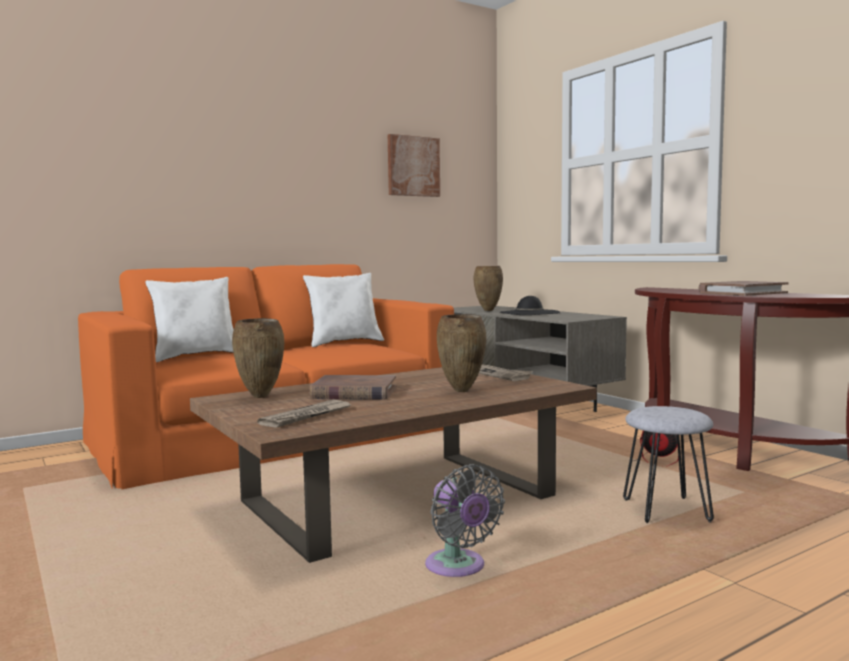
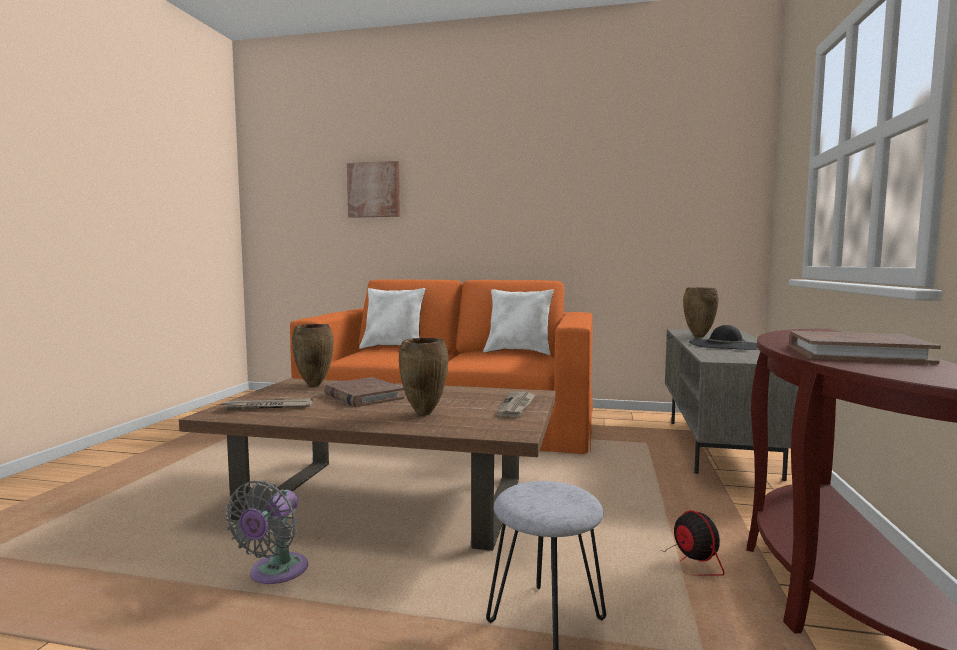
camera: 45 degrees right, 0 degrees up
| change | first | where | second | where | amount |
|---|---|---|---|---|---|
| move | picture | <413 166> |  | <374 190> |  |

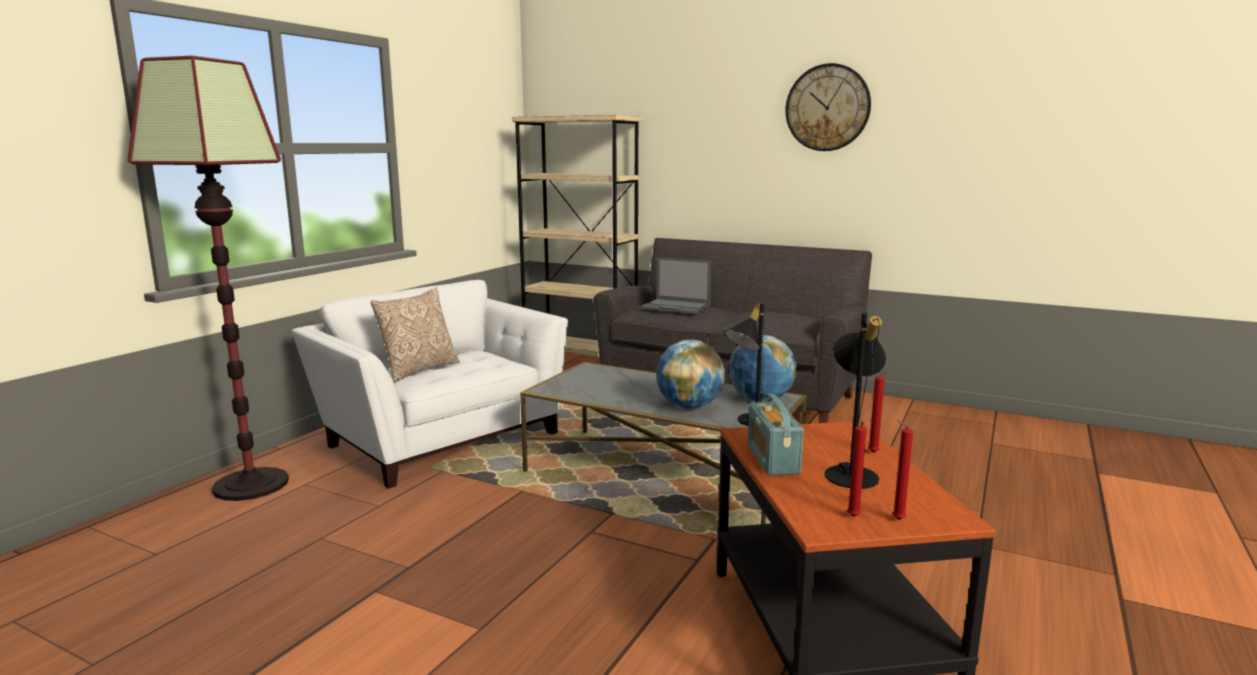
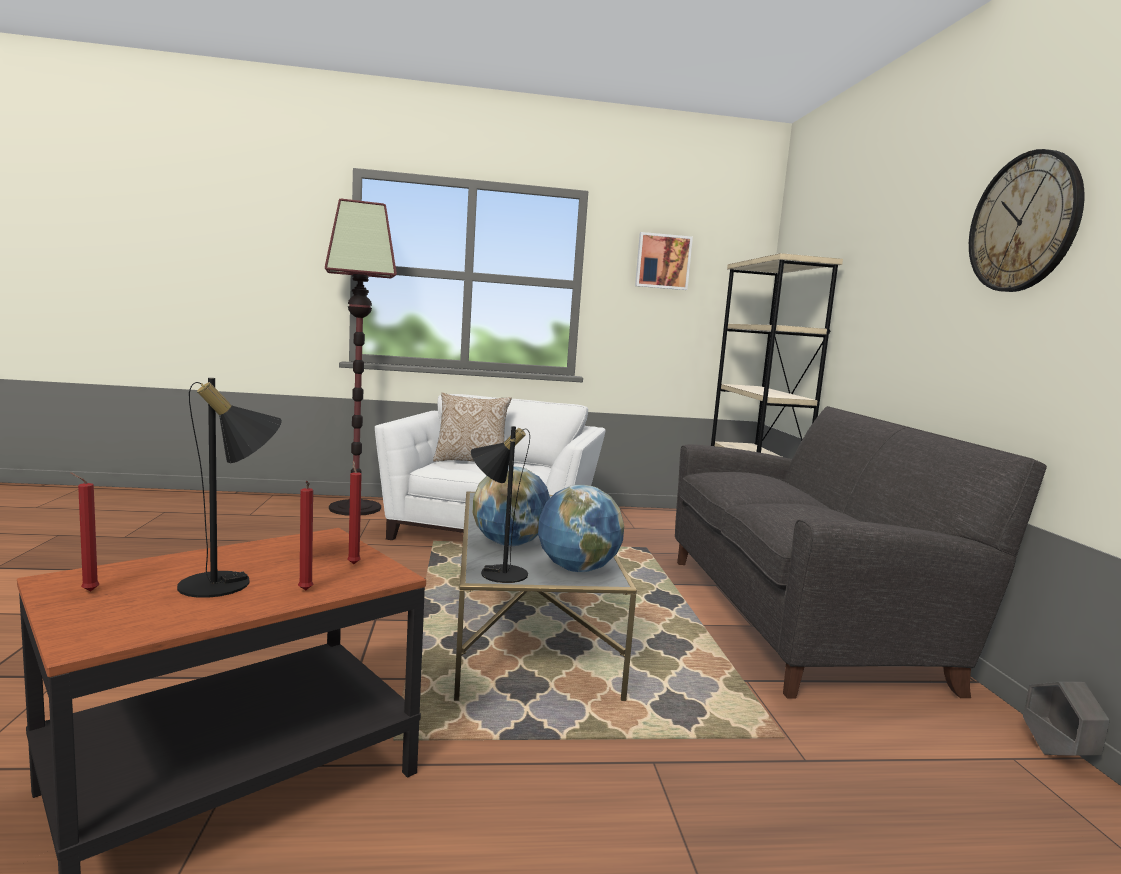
camera: 55 degrees right, 5 degrees down
| change | first | where | second | where | amount |
|---|---|---|---|---|---|
| delete | laptop | <676 306> |  |  |  |
| delete | radio | <772 459> |  |  |  |
| move | candle (red) | <896 519> |  | <353 563> |  |
| insert |  |  | picture | <662 261> |  |
| insert |  |  | planter (grey) | <1056 754> |  |

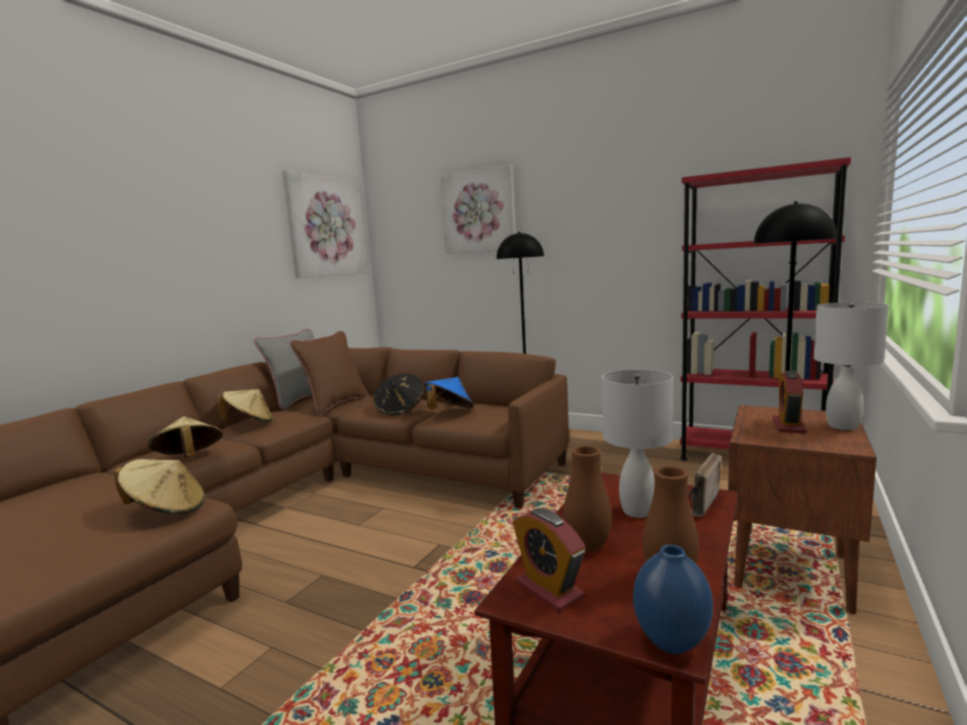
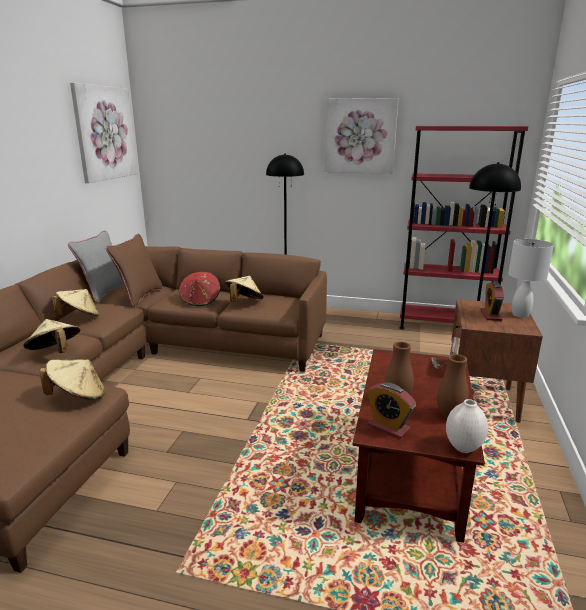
camera: 15 degrees left, 10 degrees up
| change | first | where | second | where | amount |
|---|---|---|---|---|---|
| recolor | hat (black) | <400 409> | hat (red) | <200 300> |  |
| recolor | hat (blue) | <449 412> | hat (beige) | <244 302> |  |
| move | picture | <479 211> |  | <360 136> |  |
| delete | table lamp (white) | <637 511> |  |  |  |
| recolor | vase (blue) | <670 642> | vase (white) | <462 447> |  |

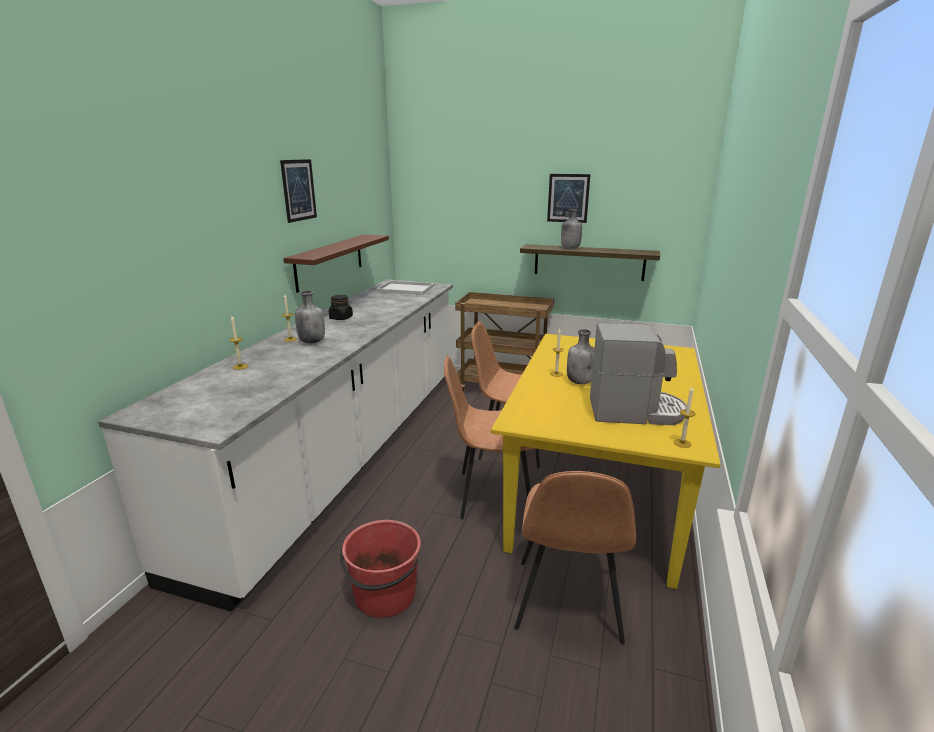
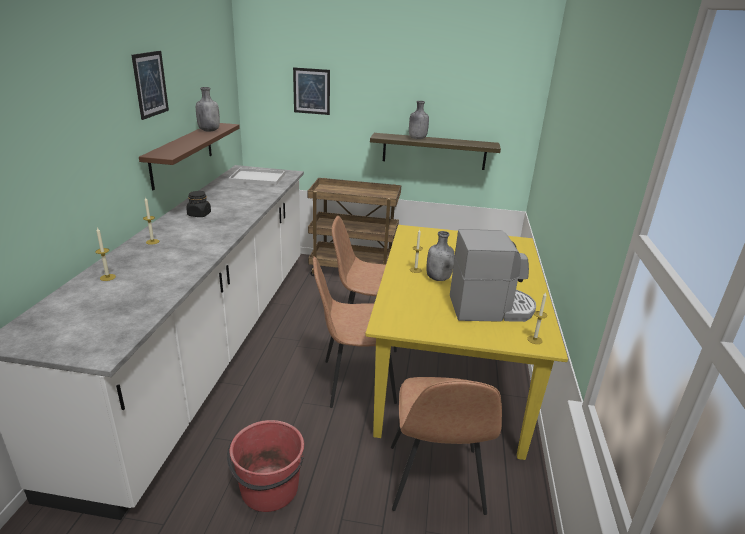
camera: 10 degrees left, 5 degrees up
| change | first | where | second | where | amount |
|---|---|---|---|---|---|
| move | bottle (grey) | <312 341> |  | <209 130> |  |
| move | picture | <568 198> |  | <311 91> |  |

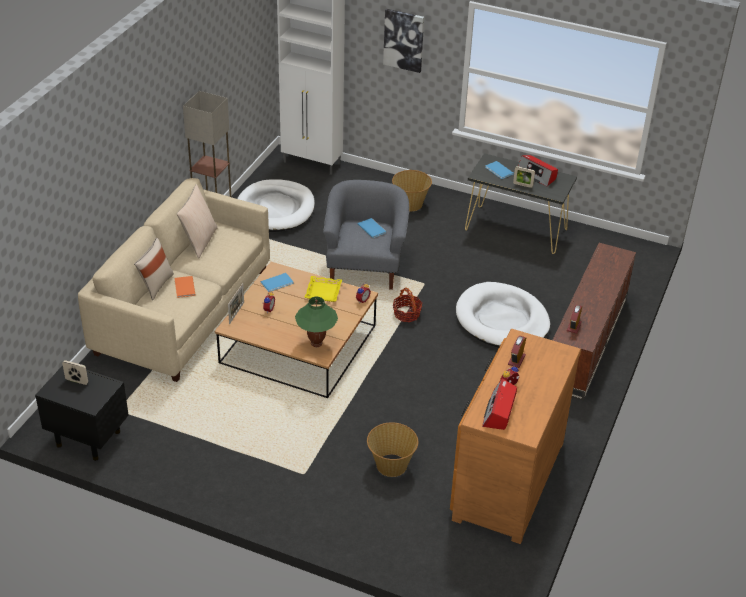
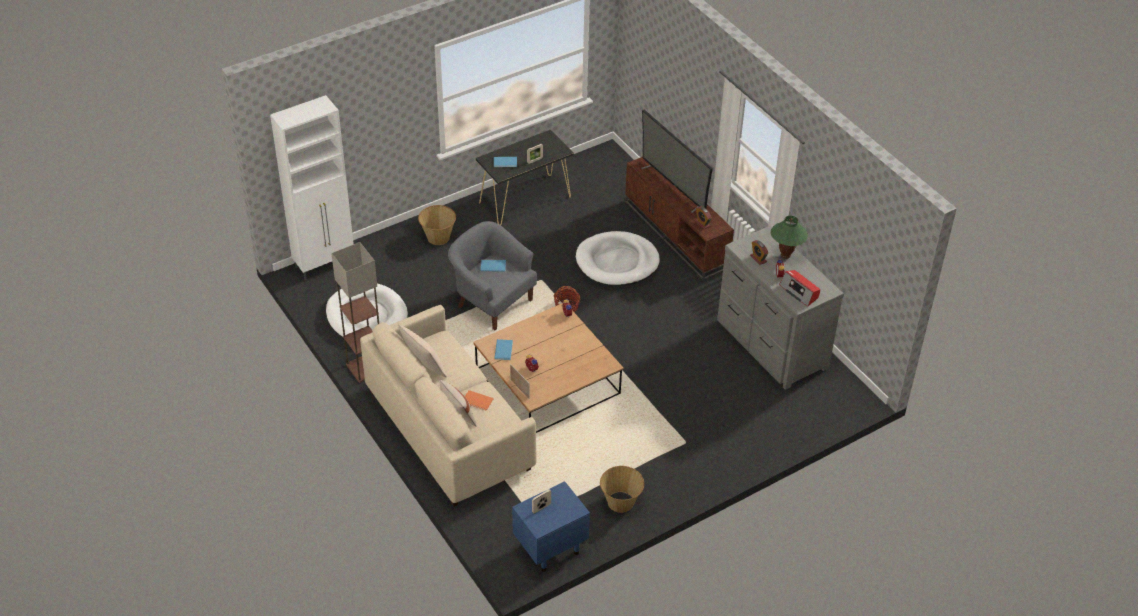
camera: 55 degrees left, 5 degrees up
| change | first | where | second | where | amount |
|---|---|---|---|---|---|
| recolor | nightstand (black) | <87 438> | nightstand (blue) | <550 549> |  |
| move | table lamp (green) | <316 343> |  | <785 255> |  |
| delete | tray (yellow) | <323 292> |  |  |  |
| move | basket | <391 465> |  | <620 502> |  |
| delete | picture | <404 40> |  |  |  |
| recolor | dresser (brown) | <506 480> | dresser (grey) | <770 345> |  |
| delete | radio | <537 175> |  |  |  |
| insert |  |  | television | <673 186> |  |

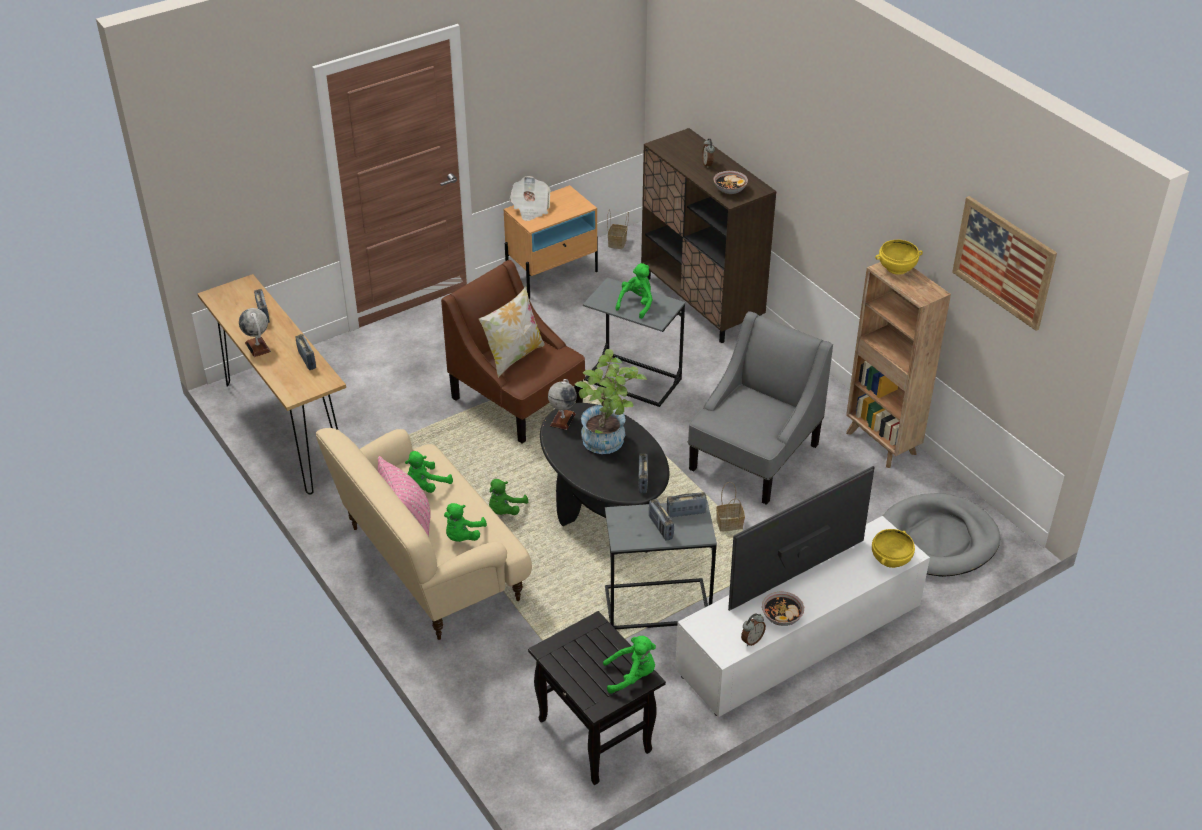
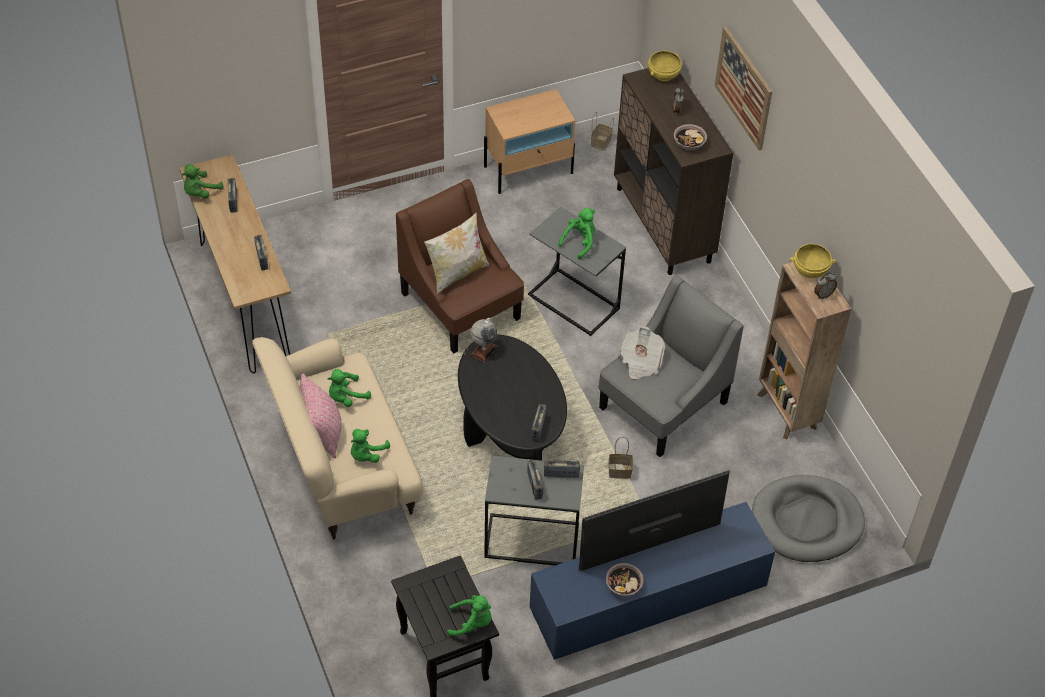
camera: 10 degrees right, 10 degrees up
| change | first | where | second | where | amount |
|---|---|---|---|---|---|
| delete | globe | <258 347> |  |  |  |
| move | plush toy (green) | <505 510> |  | <200 192> |  |
| move | newspaper | <530 209> |  | <641 361> |  |
| delete | potted plant | <608 443> |  |  |  |
| recolor | tv stand (white) | <799 641> | tv stand (blue) | <647 600> |  |
| move | alarm clock | <751 640> |  | <823 294> |  |
| move | bowl (yellow) | <890 559> |  | <663 75> |  |
| move | picture | <1003 262> |  | <744 88> |  |

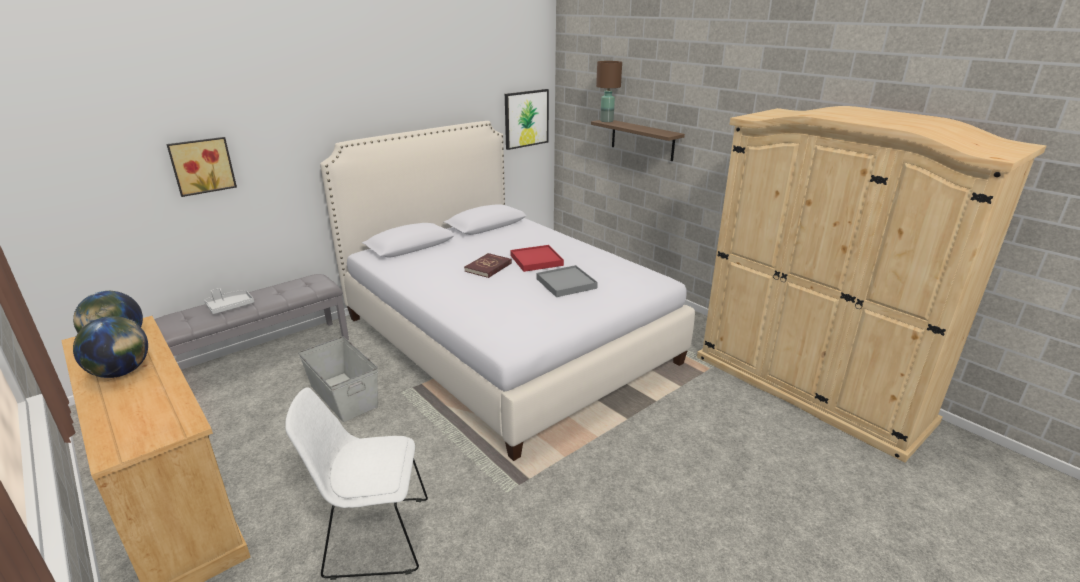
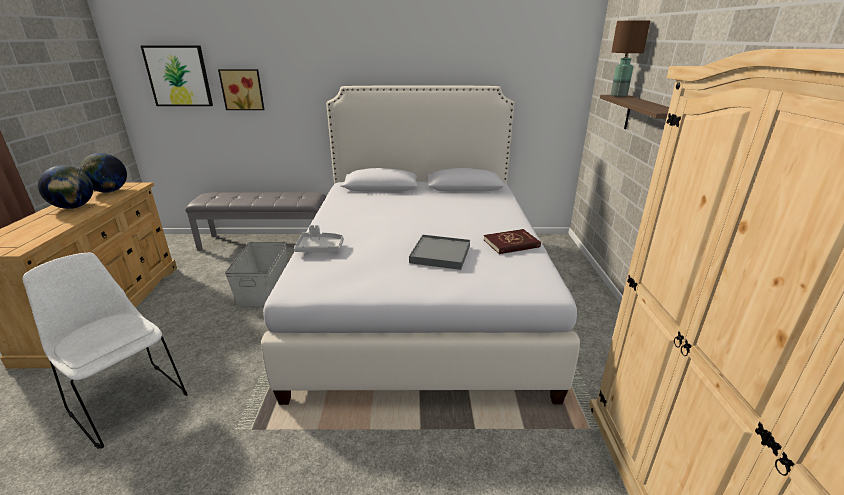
camera: 40 degrees right, 0 degrees up
| change | first | where | second | where | amount |
|---|---|---|---|---|---|
| move | tray (grey) | <230 306> |  | <320 248> |  |
| move | book (red) | <488 267> |  | <511 244> |  |
| move | picture | <526 118> |  | <178 76> |  |
| delete | tray (red) | <536 260> |  |  |  |

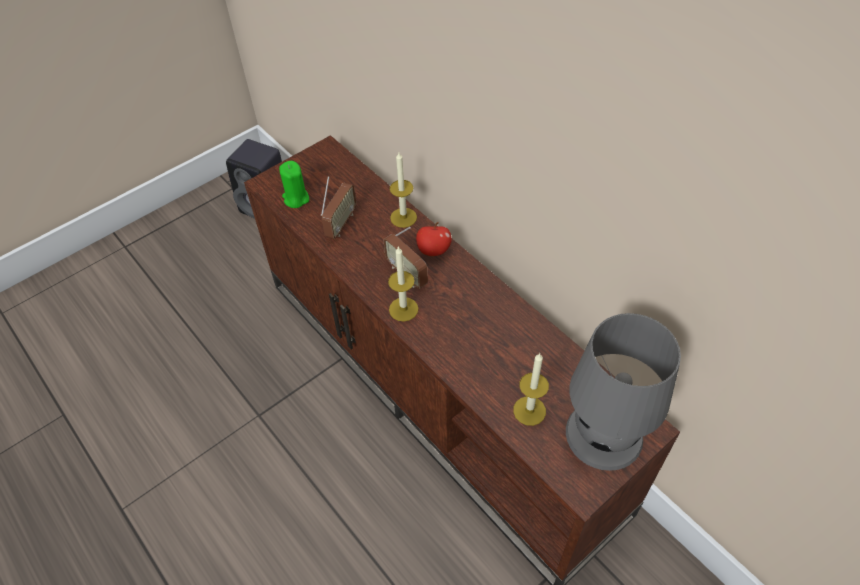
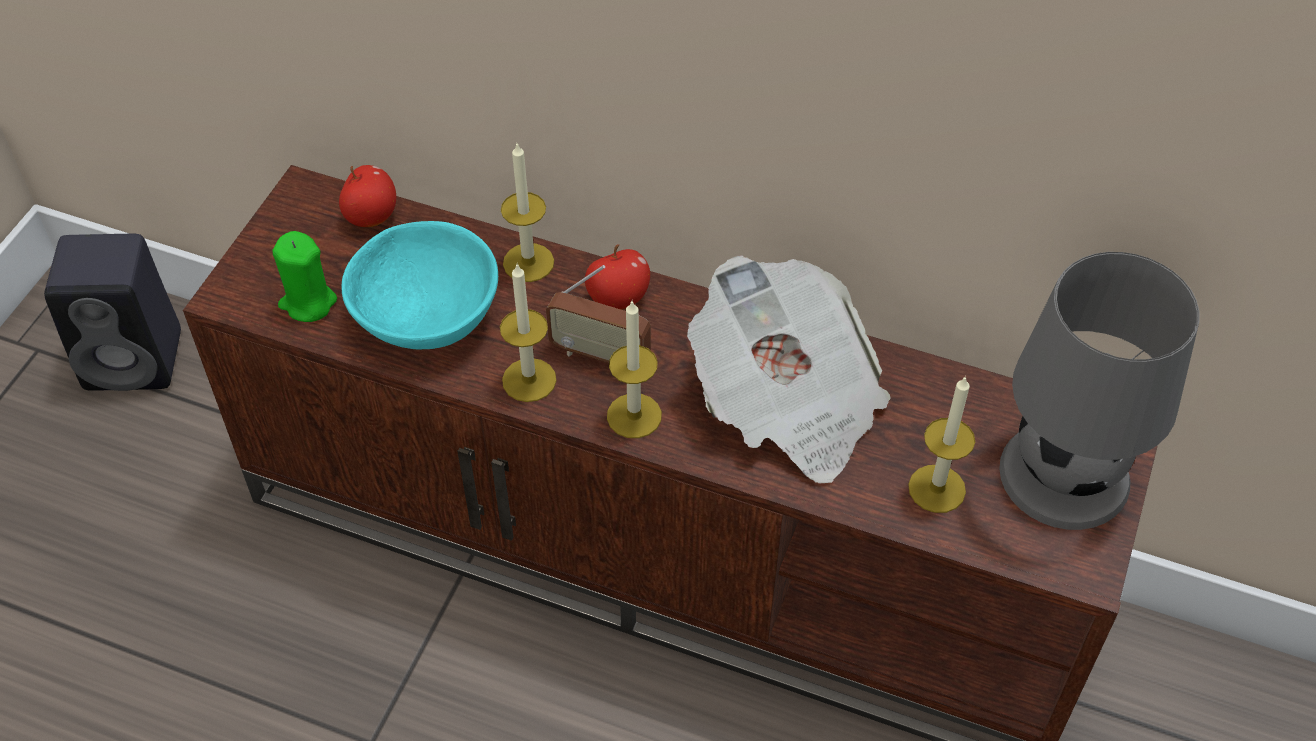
camera: 30 degrees left, 0 degrees up
| change | first | where | second | where | amount |
|---|---|---|---|---|---|
| replace | radio | <341 224> | bowl (turquoise) | <424 315> |  |
| insert |  |  | apple | <371 216> |  |
| insert |  |  | candle | <529 380> |  |
| insert |  |  | newspaper | <787 401> |  |

